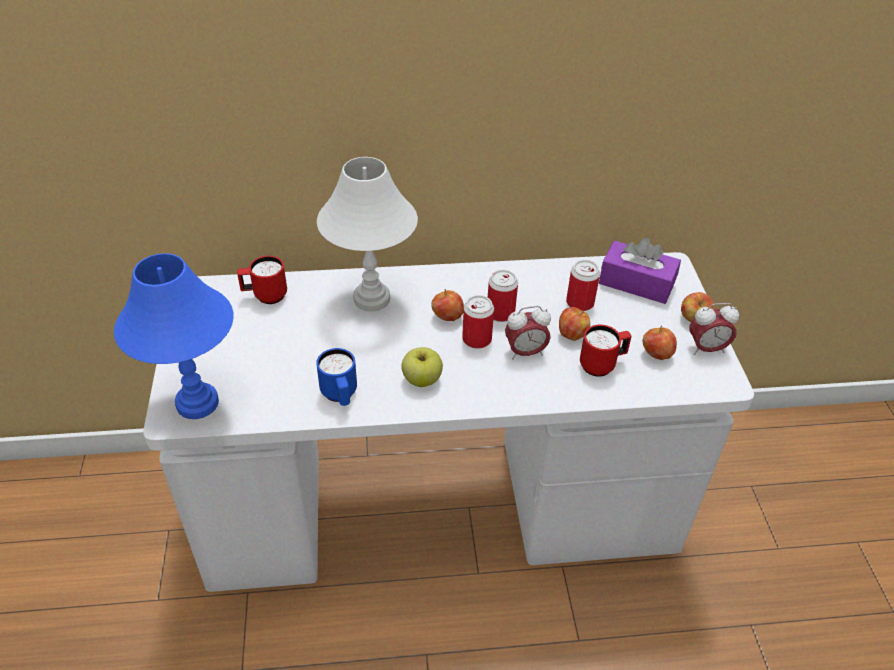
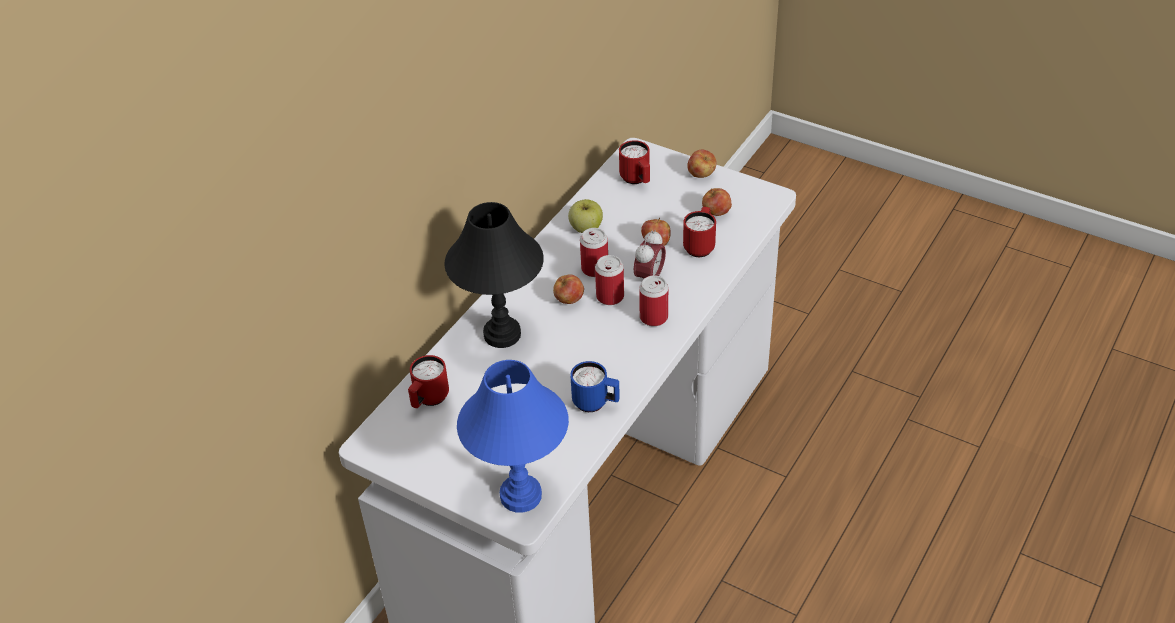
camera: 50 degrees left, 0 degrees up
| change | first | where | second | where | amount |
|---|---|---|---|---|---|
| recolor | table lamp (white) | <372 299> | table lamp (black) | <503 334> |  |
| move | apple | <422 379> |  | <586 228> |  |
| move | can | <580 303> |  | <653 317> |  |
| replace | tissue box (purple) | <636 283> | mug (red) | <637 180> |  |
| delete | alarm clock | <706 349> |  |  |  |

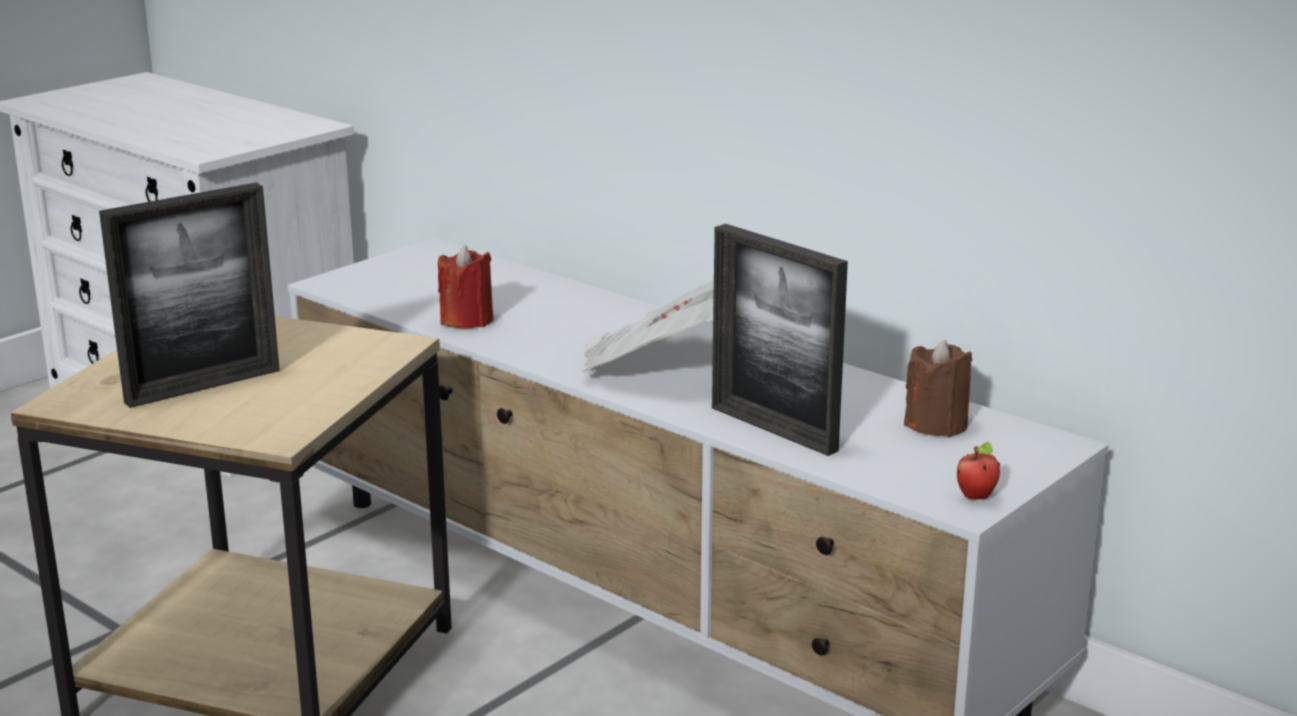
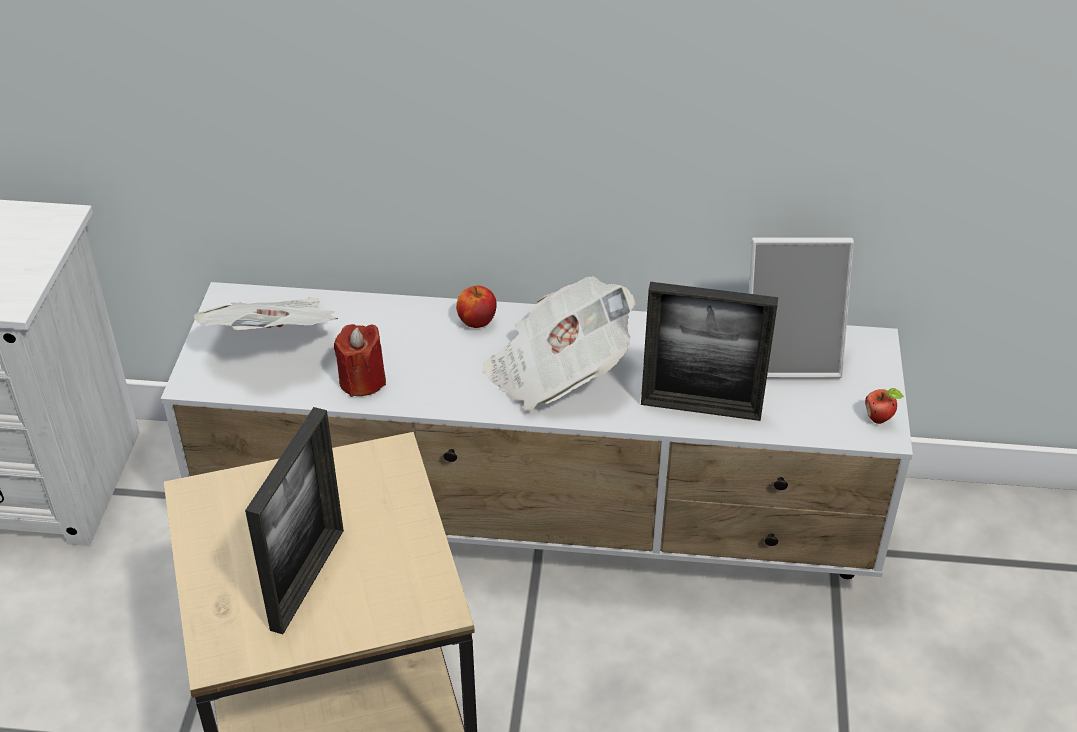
camera: 35 degrees left, 20 degrees up
| change | first | where | second | where | amount |
|---|---|---|---|---|---|
| replace | candle (brown) | <936 424> | picture frame | <789 356> |  |
| insert |  |  | newspaper | <276 342> |  |
| insert |  |  | apple | <476 321> |  |

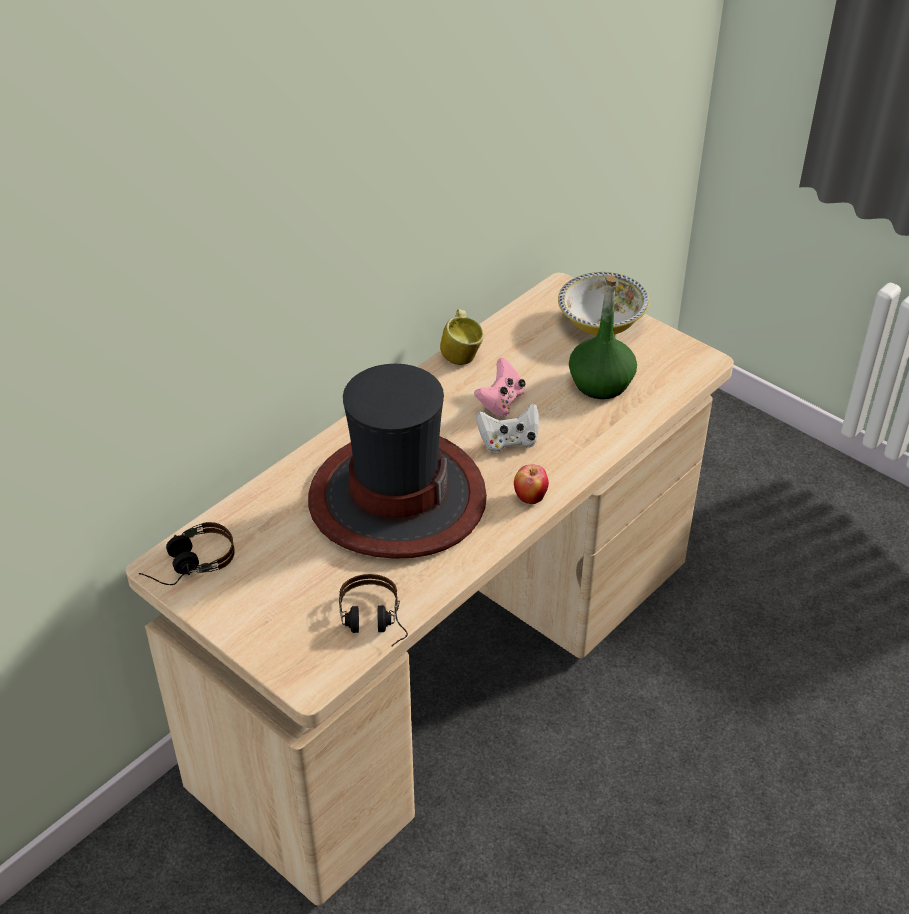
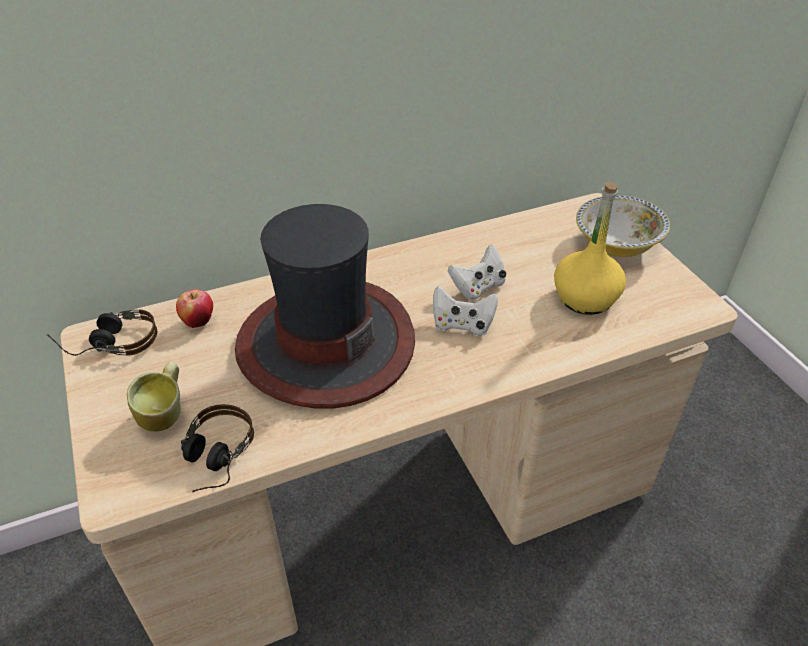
camera: 25 degrees right, 0 degrees up
| change | first | where | second | where | amount |
|---|---|---|---|---|---|
| move | mug | <462 354> |  | <166 416> |  |
| recolor | game controller (pink) | <501 402> | game controller (white) | <478 287> |  |
| move | apple | <530 497> |  | <198 321> |  |
| recolor | bottle (green) | <601 383> | bottle (yellow) | <585 298> |  |

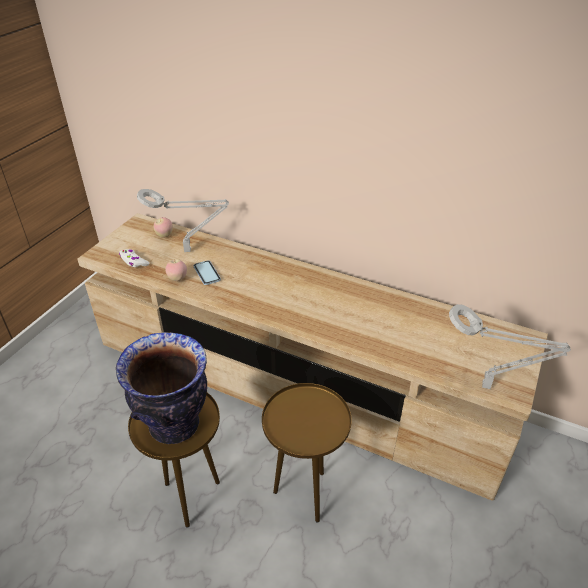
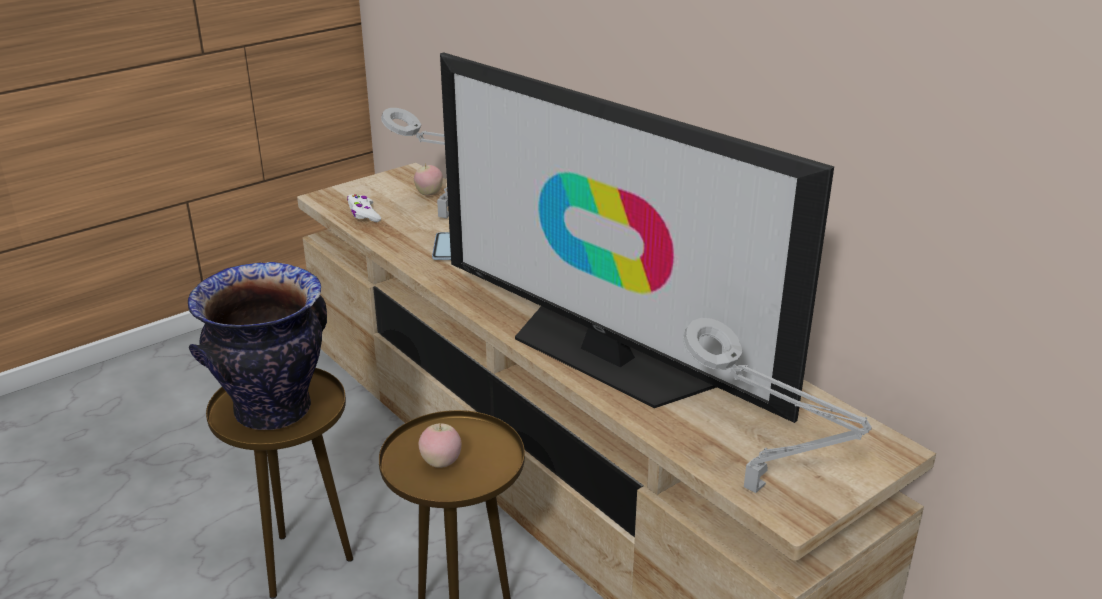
camera: 25 degrees right, 10 degrees down
| change | first | where | second | where | amount |
|---|---|---|---|---|---|
| move | apple | <177 279> |  | <441 463> |  |
| insert |  |  | television | <607 356> |  |

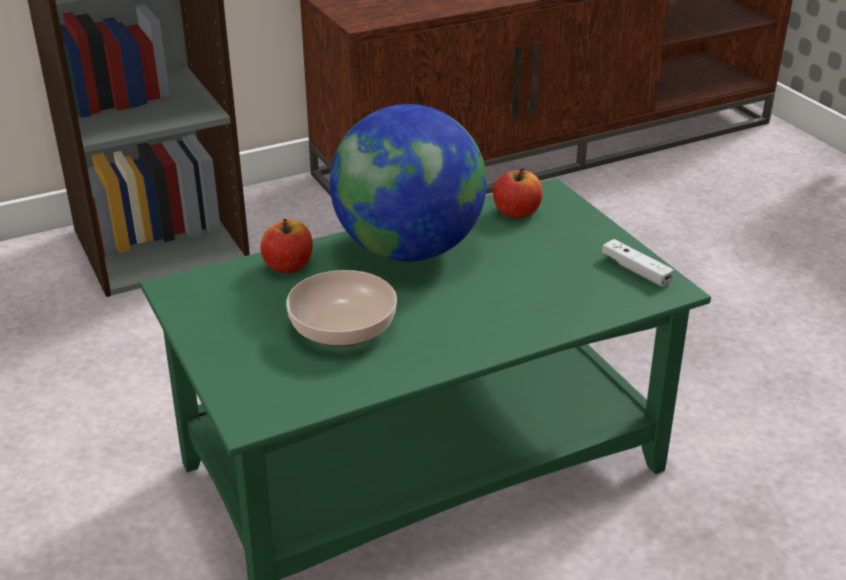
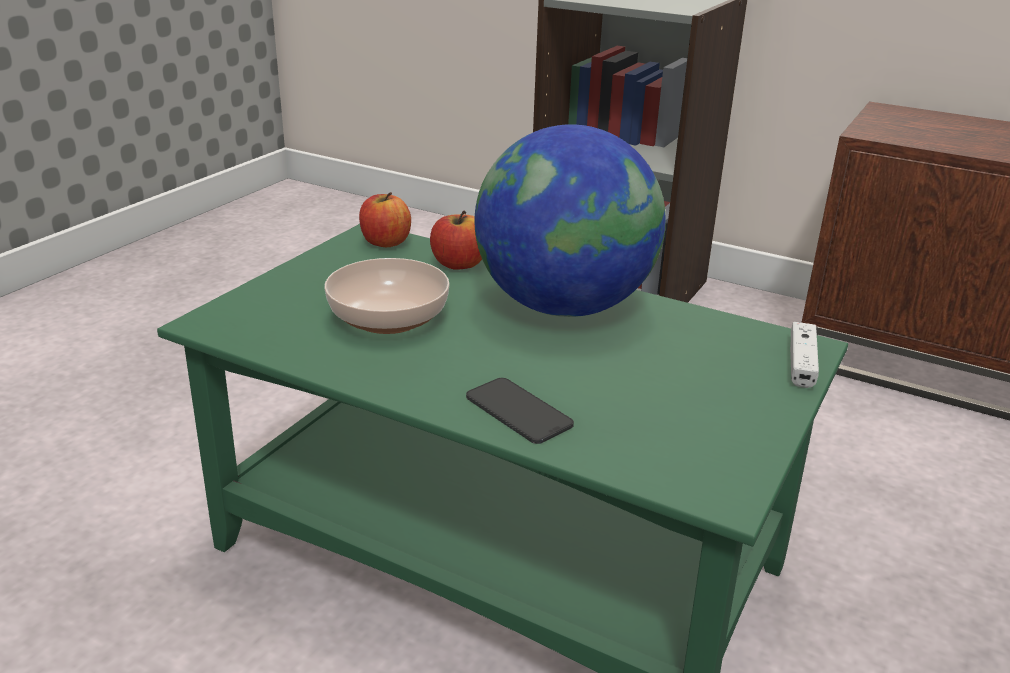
camera: 55 degrees right, 5 degrees down
| change | first | where | second | where | amount |
|---|---|---|---|---|---|
| move | apple | <516 212> |  | <385 242> |  |
| move | game controller (white) | <635 270> |  | <801 363> |  |
| insert |  |  | phone | <518 411> |  |

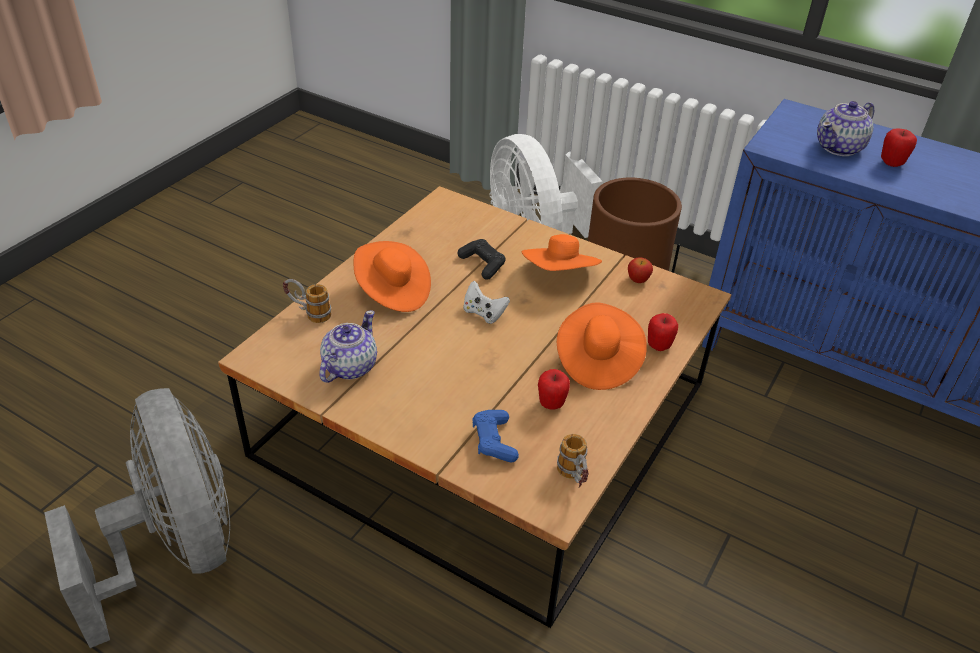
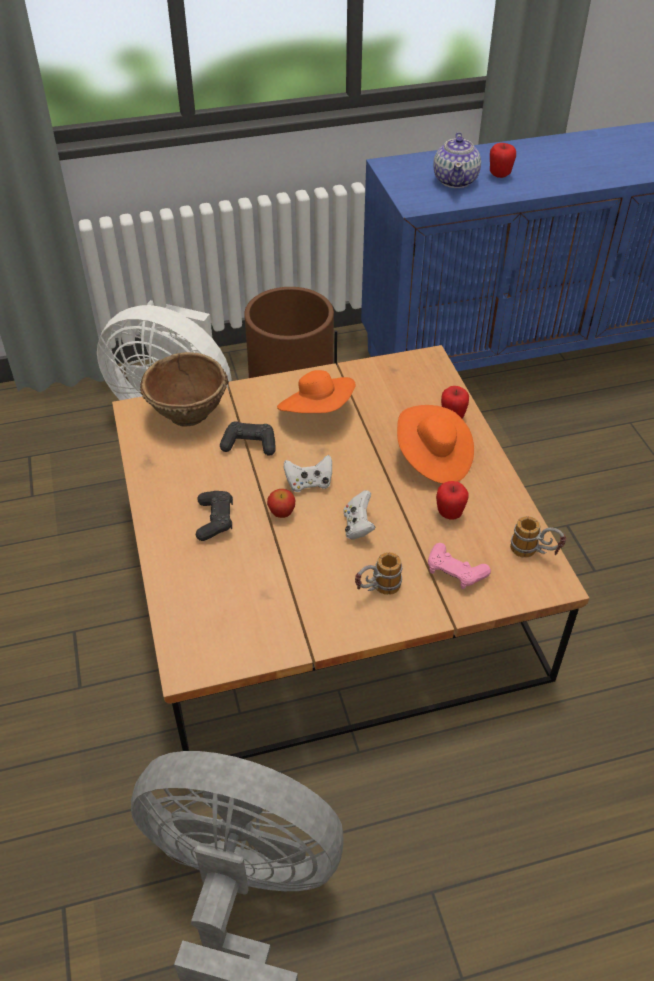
camera: 45 degrees left, 5 degrees up
| change | first | where | second | where | amount |
|---|---|---|---|---|---|
| move | mug | <308 313> |  | <377 590> |  |
| delete | teapot | <349 367> |  |  |  |
| replace | hat (orange) | <392 291> | game controller (black) | <215 520> |  |
| recolor | game controller (blue) | <494 441> | game controller (pink) | <455 572> |  |
| move | apple | <638 280> |  | <282 512> |  |
| insert |  |  | bowl (brown) | <188 414> |  |
| insert |  |  | game controller (white) | <358 526> |  |

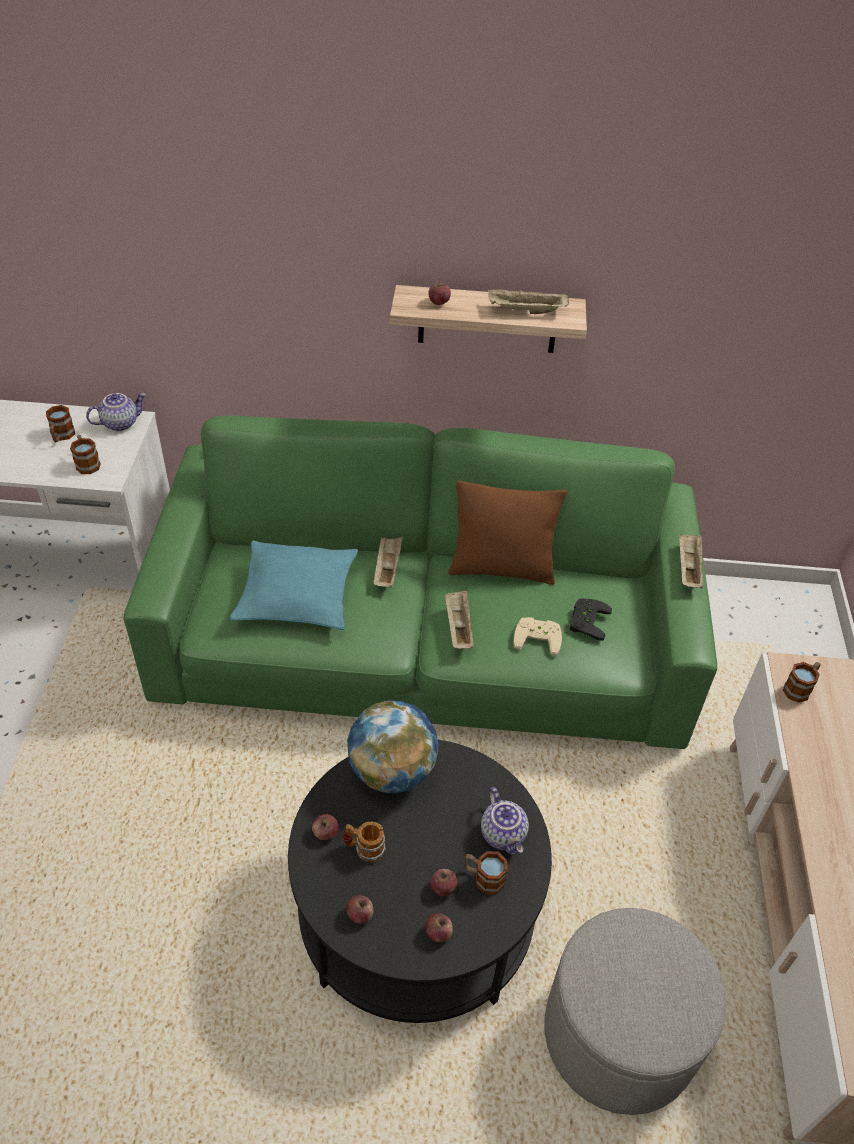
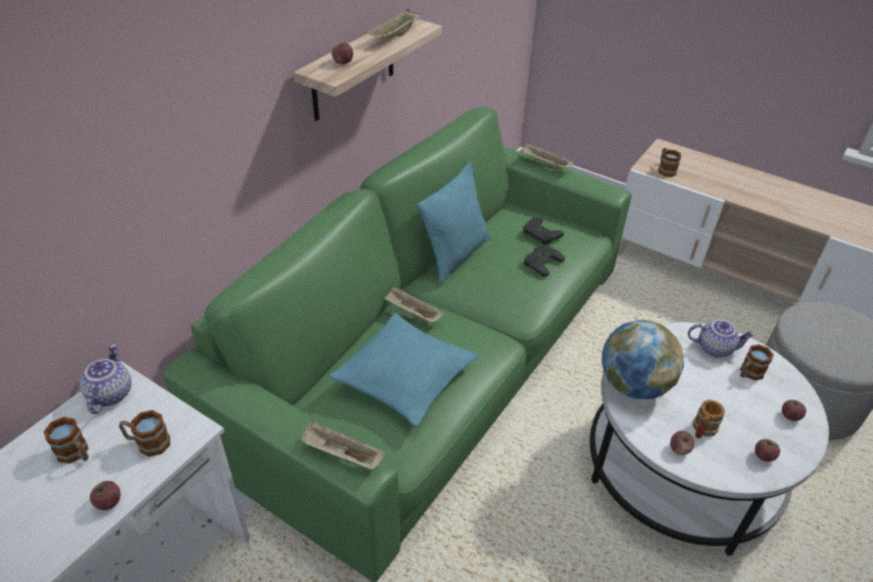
camera: 60 degrees left, 5 degrees down
| change | first | where | second | where | amount |
|---|---|---|---|---|---|
| recolor | coffee table (black) | <416 912> | coffee table (white) | <682 467> |  |
| move | apple | <443 887> |  | <109 502> |  |
| move | tray (beige) | <458 627> |  | <341 455> |  |
| recolor | pillow (brown) | <501 569> | pillow (turquoise) | <455 255> |  |
| recolor | game controller (beige) | <538 636> | game controller (black) | <540 261> |  |

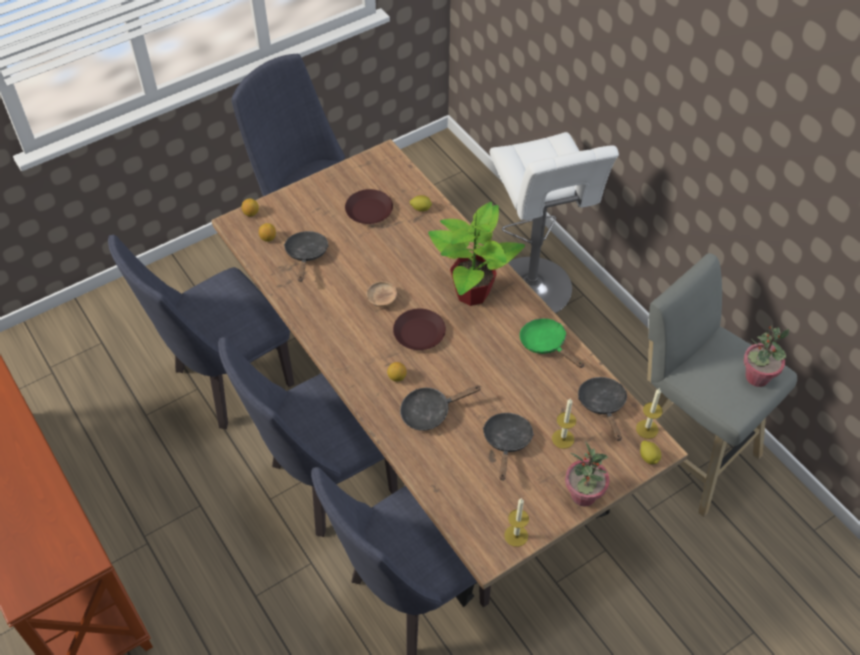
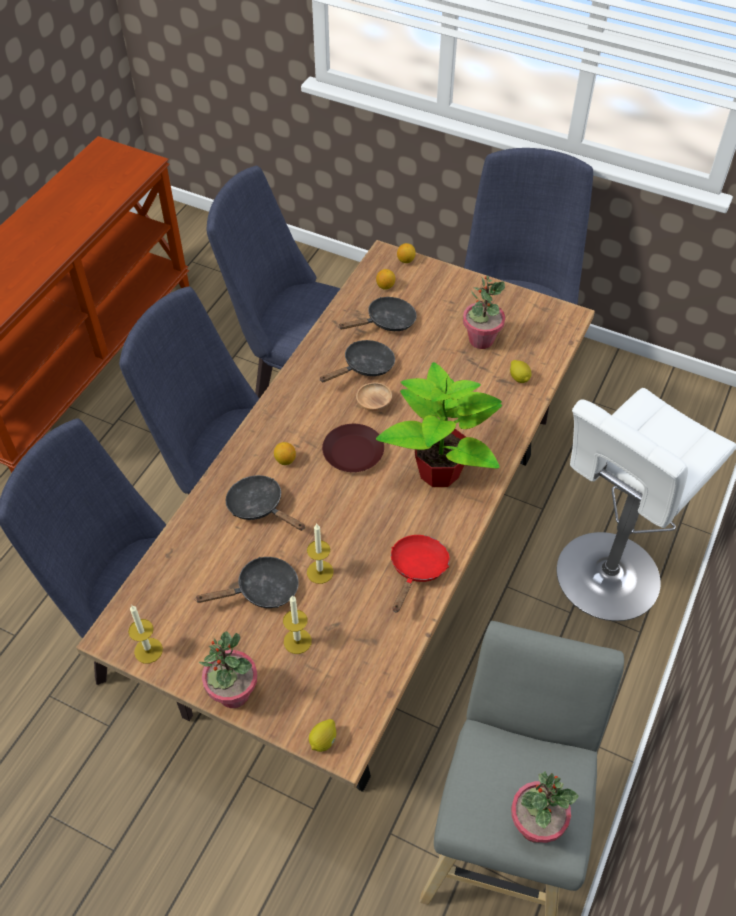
camera: 60 degrees right, 0 degrees up
| change | first | where | second | where | amount |
|---|---|---|---|---|---|
| replace | plate (brown) | <369 211> | potted plant | <480 340> |  |
| recolor | frying pan (green) | <546 344> | frying pan (red) | <417 569> |  |
| move | frying pan (black) | <603 405> |  | <364 367> |  |
| move | candle | <647 429> |  | <320 572> |  |

